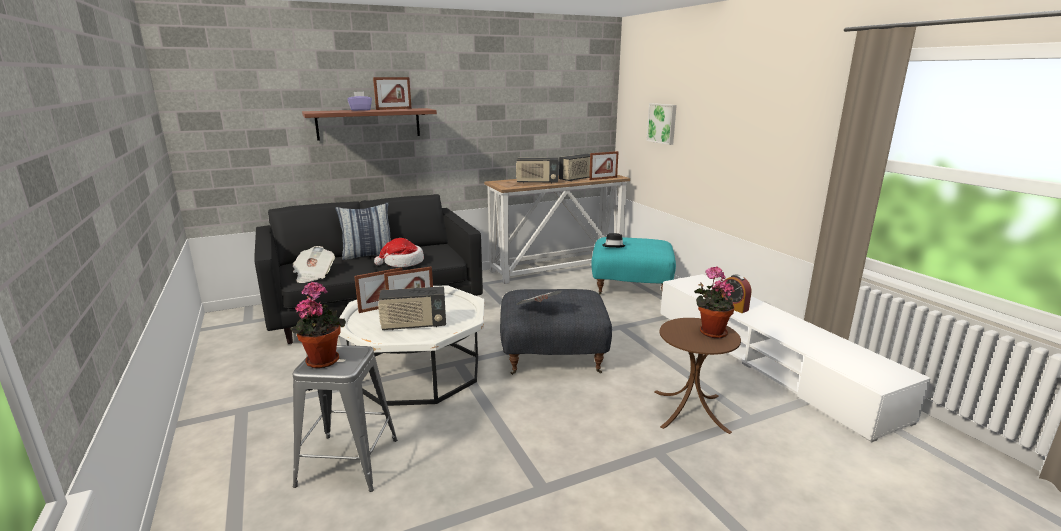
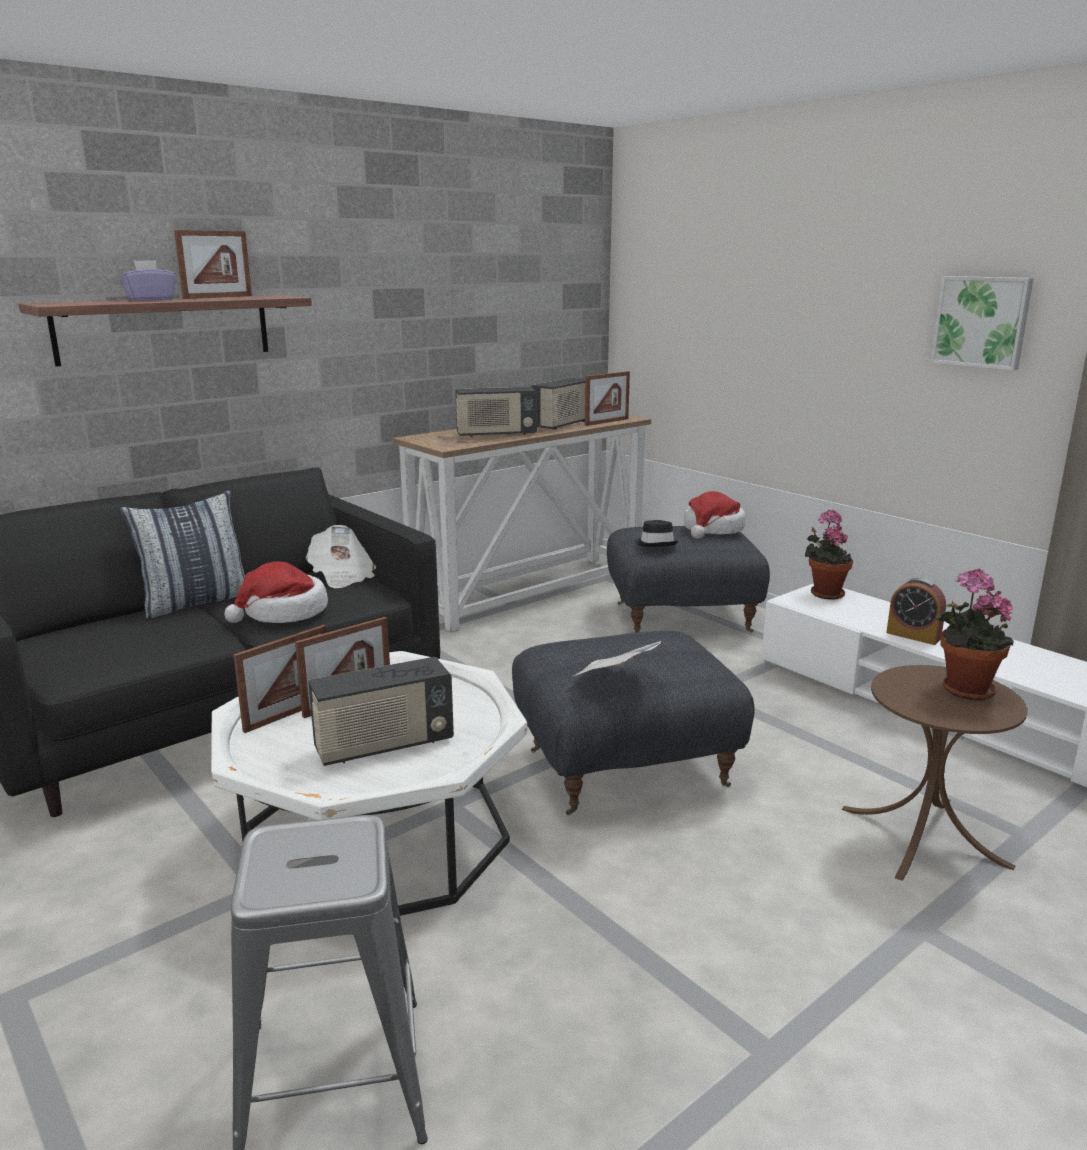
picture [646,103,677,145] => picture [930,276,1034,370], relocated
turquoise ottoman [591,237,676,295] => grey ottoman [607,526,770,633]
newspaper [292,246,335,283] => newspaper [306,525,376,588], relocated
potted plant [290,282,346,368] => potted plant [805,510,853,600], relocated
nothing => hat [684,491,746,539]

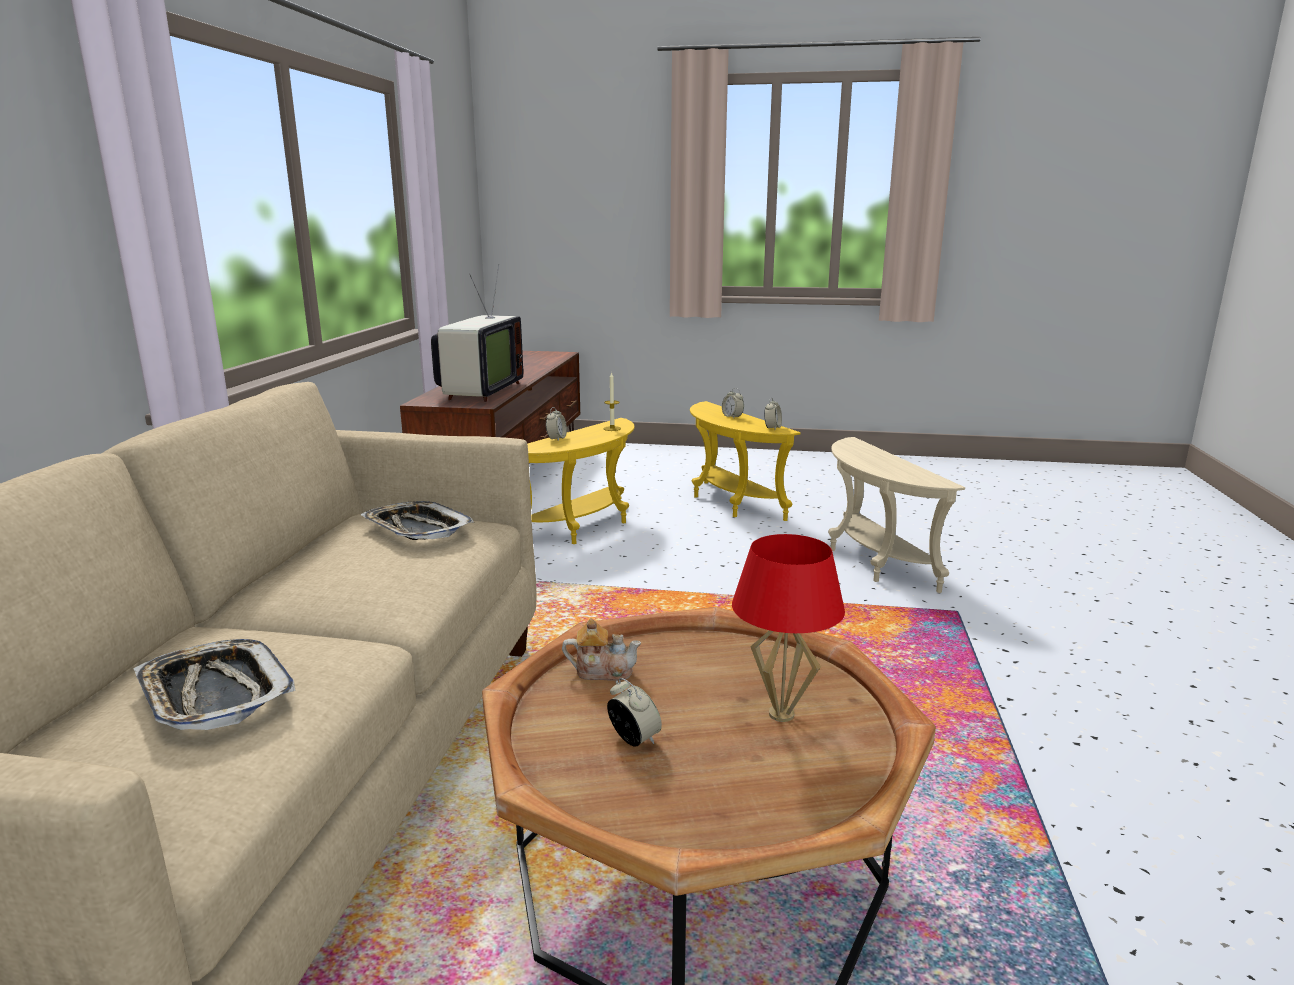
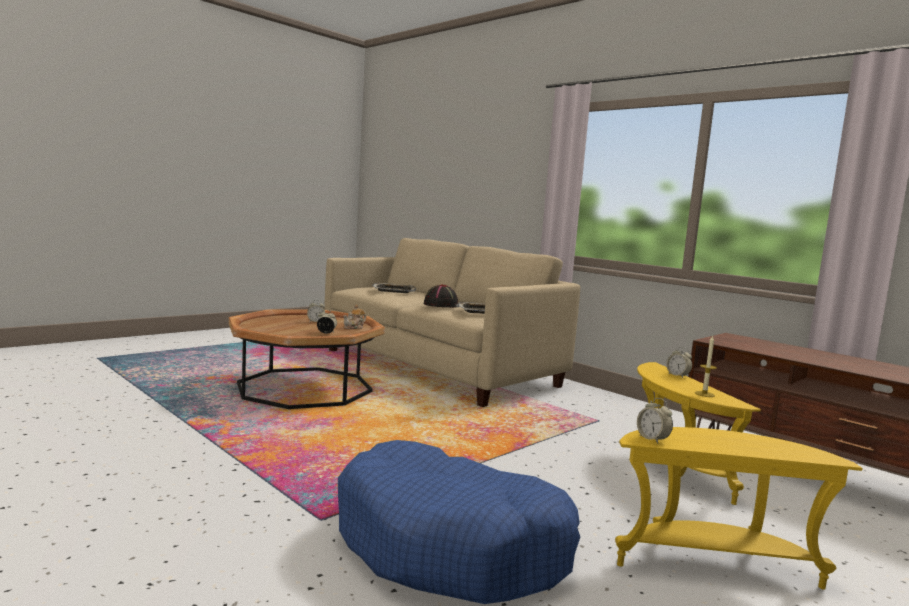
television [431,264,523,402] => nothing
alarm clock [722,388,744,418] => alarm clock [317,310,337,334], relocated
beige side table [828,437,965,593] => blue dog bed [338,440,580,604]
red table lamp [732,534,845,722] => nothing
nothing => black hat [424,285,458,308]

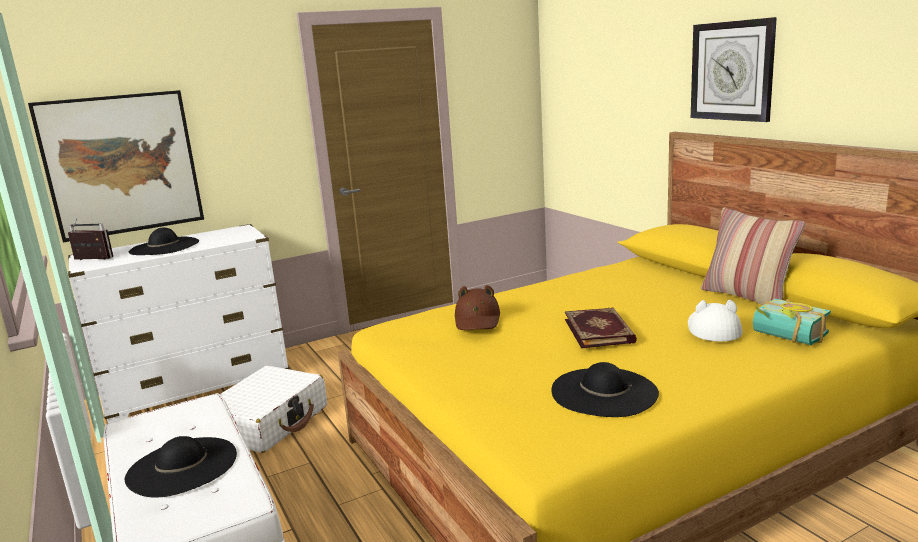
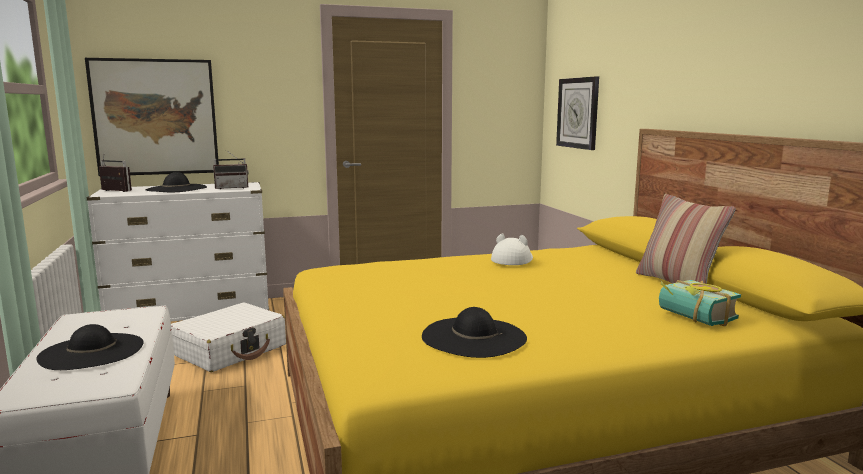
wall clock [691,17,777,122] => wall clock [556,76,599,150], relocated
brown hat [455,285,500,330] => nothing
white hat [688,300,742,342] => white hat [491,233,533,265], relocated
book [565,307,637,349] => nothing
nothing => radio [213,150,249,189]

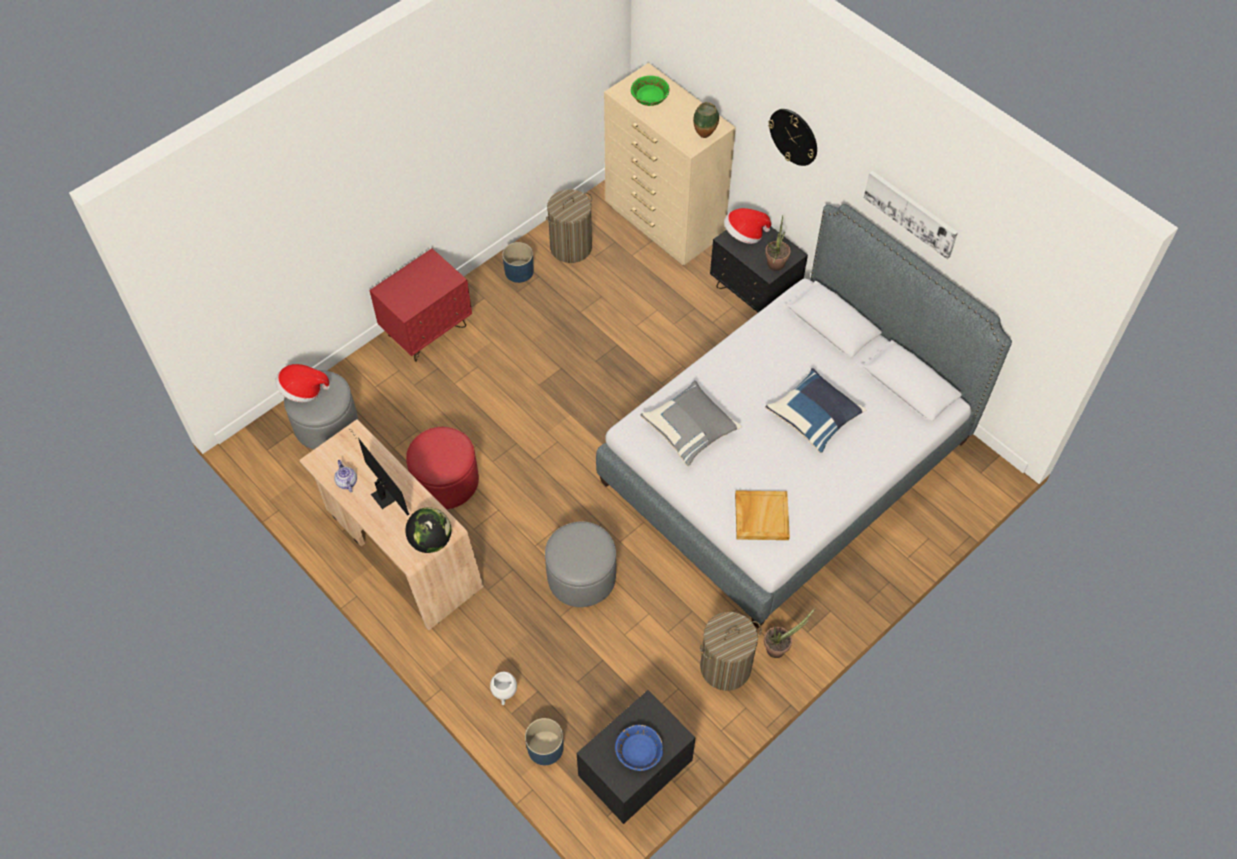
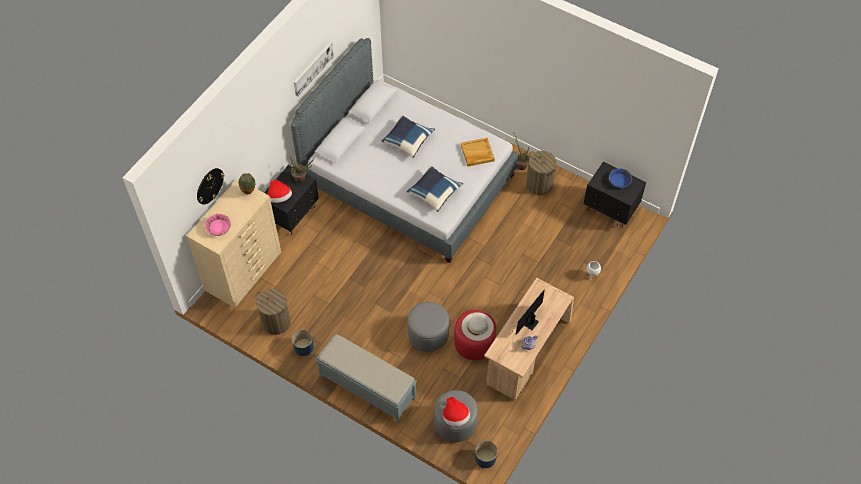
green bowl [631,76,670,106] => pink bowl [205,214,231,236]
wall clock [768,109,817,166] => wall clock [197,168,224,205], relocated
red nightstand [369,248,472,362] => grey bench [316,334,417,423]
grey pillow [641,381,742,466] => blue pillow [407,165,463,212]
globe [405,507,451,553] => nothing
grey ottoman [545,521,616,607] => grey ottoman [408,302,449,352], relocated
blue planter [525,718,563,765] => blue planter [475,441,498,468], relocated
nothing => white hat [462,312,494,341]

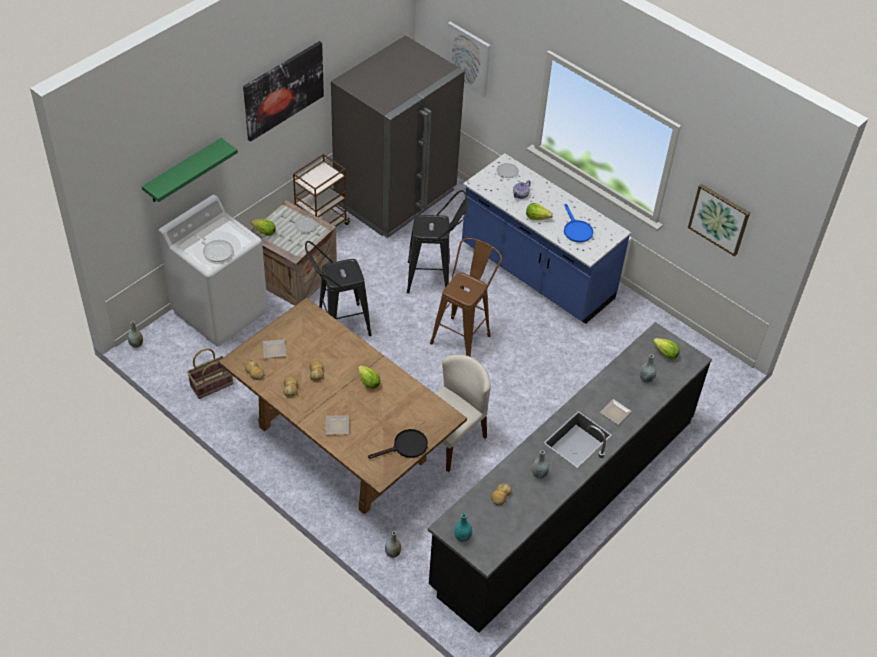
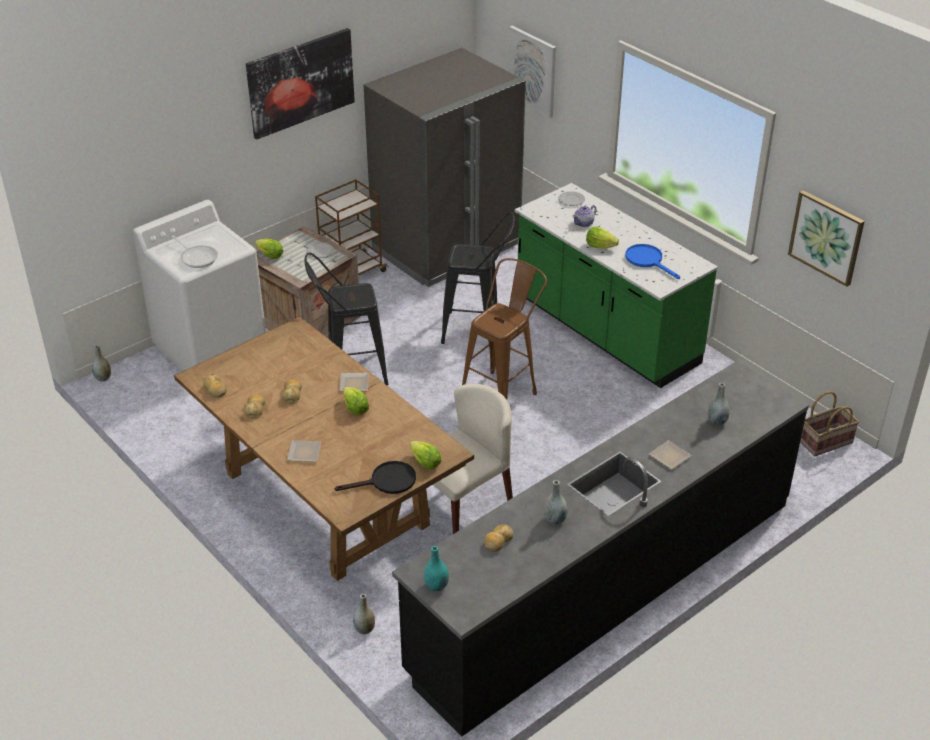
green shelf [142,138,238,202] => nothing
blue counter [462,153,631,324] => green counter [515,183,718,388]
blue frying pan [564,203,593,243] => blue frying pan [625,244,680,279], 150 degrees clockwise
lettuce [653,338,680,359] => lettuce [409,441,441,470], relocated
plate [263,339,286,358] => plate [339,373,369,392], relocated
basket [187,348,233,399] => basket [800,391,859,457], relocated

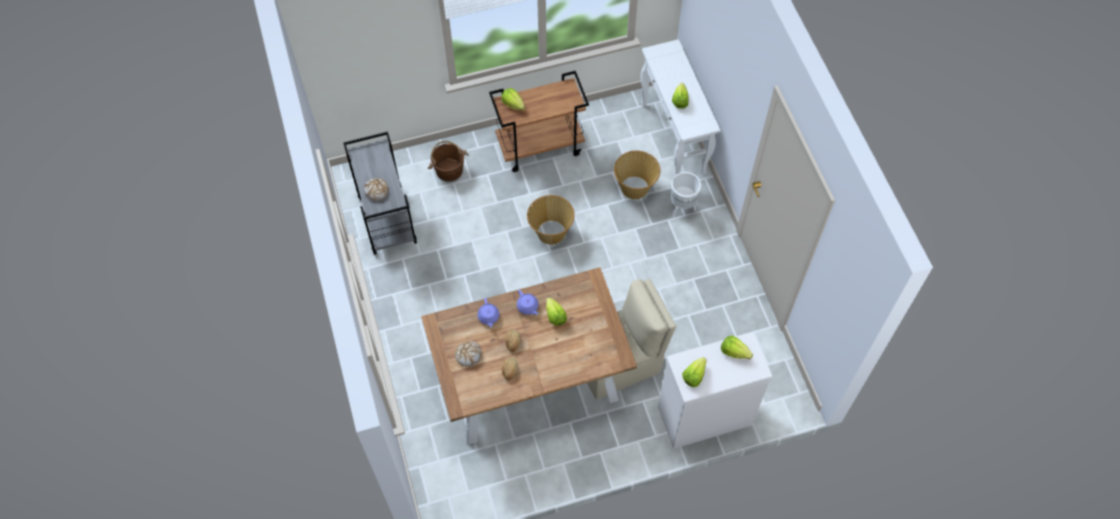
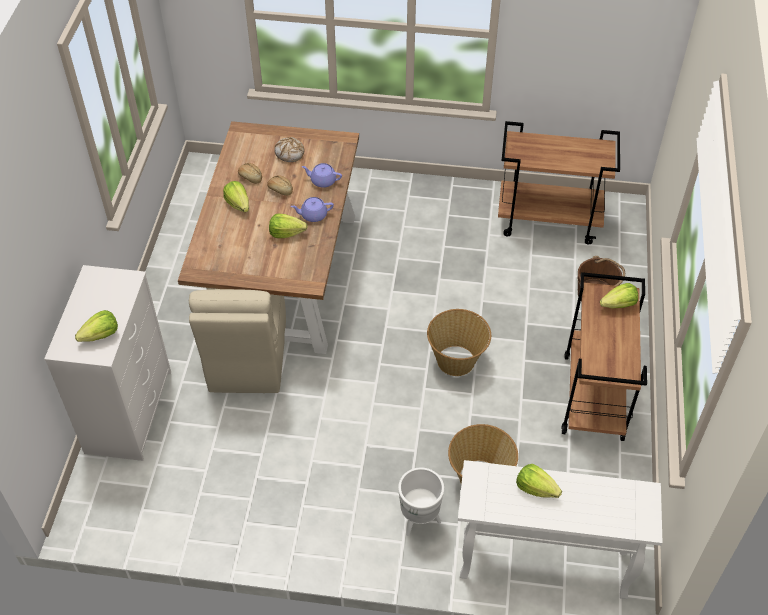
grey cart [343,132,417,255] => brown cart [498,121,620,244]
bread [364,178,388,201] => nothing
lettuce [682,357,707,387] => lettuce [223,181,249,212], relocated

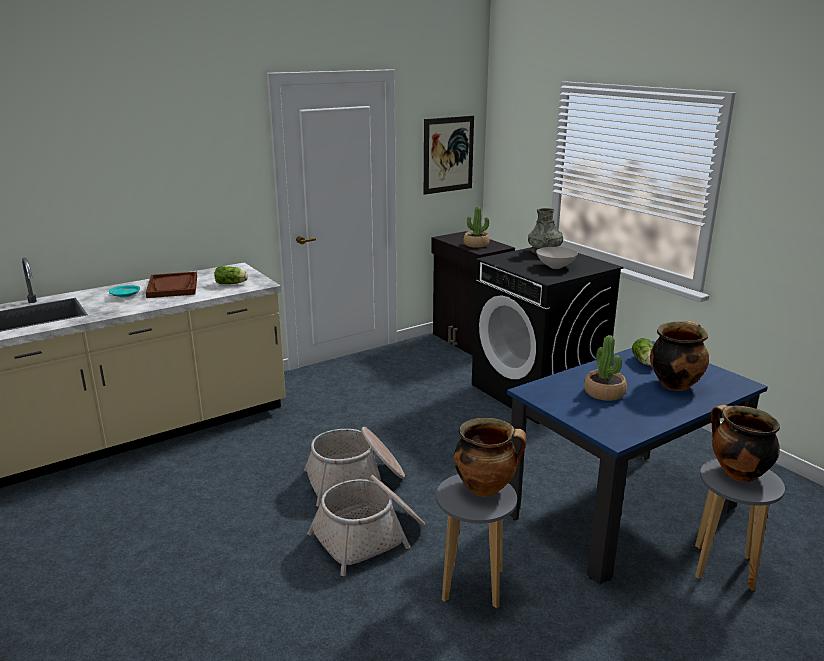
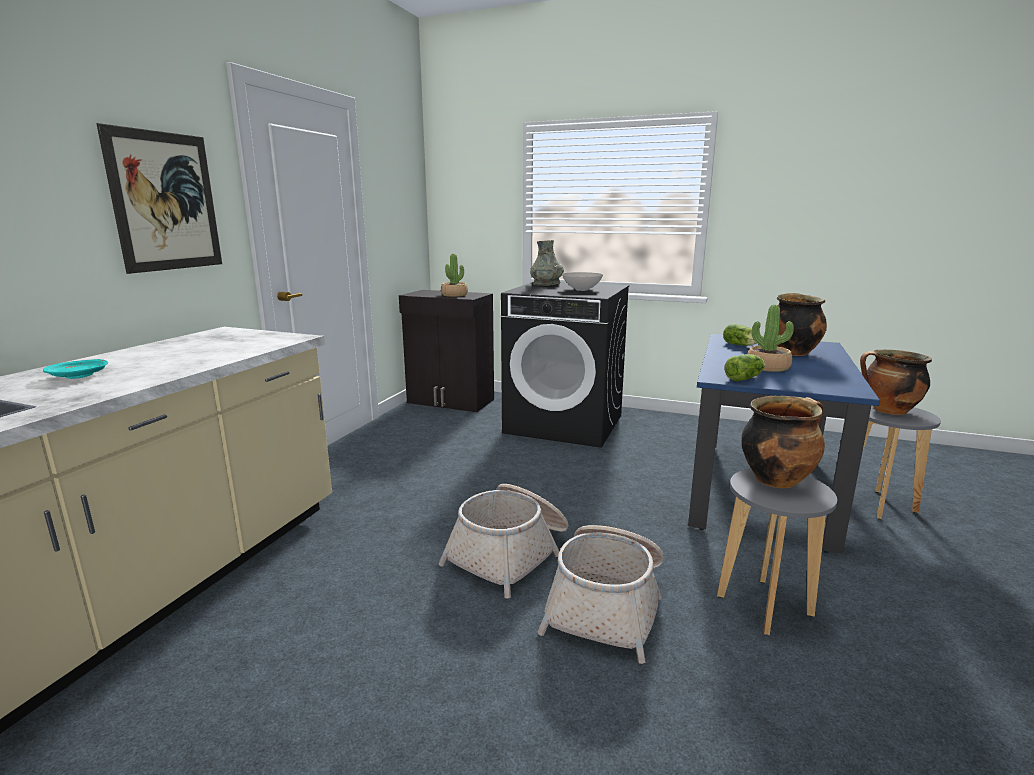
picture [424,116,474,195] => picture [96,123,222,274], relocated
lettuce [214,266,248,284] => lettuce [724,354,765,381], relocated
brown tray [146,272,197,298] => nothing

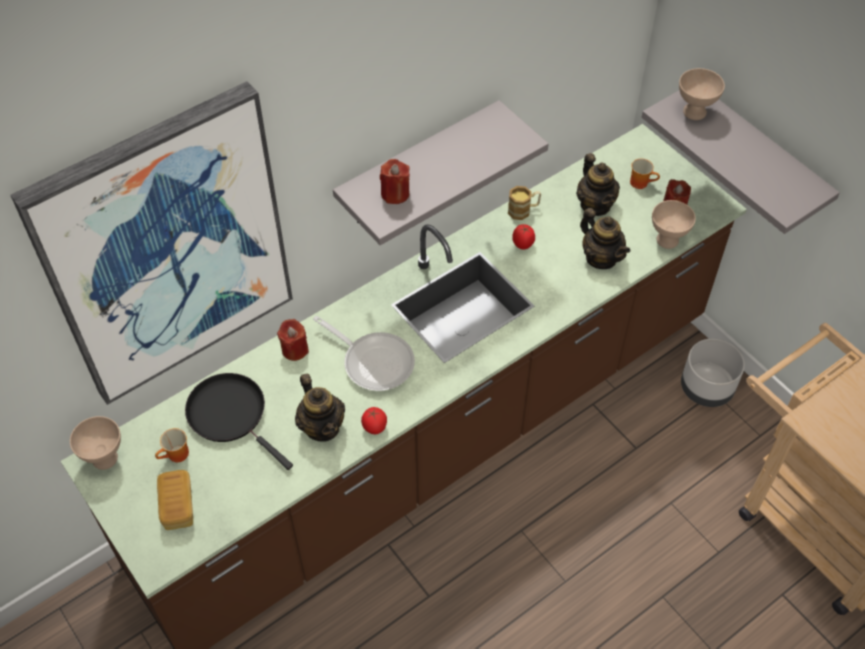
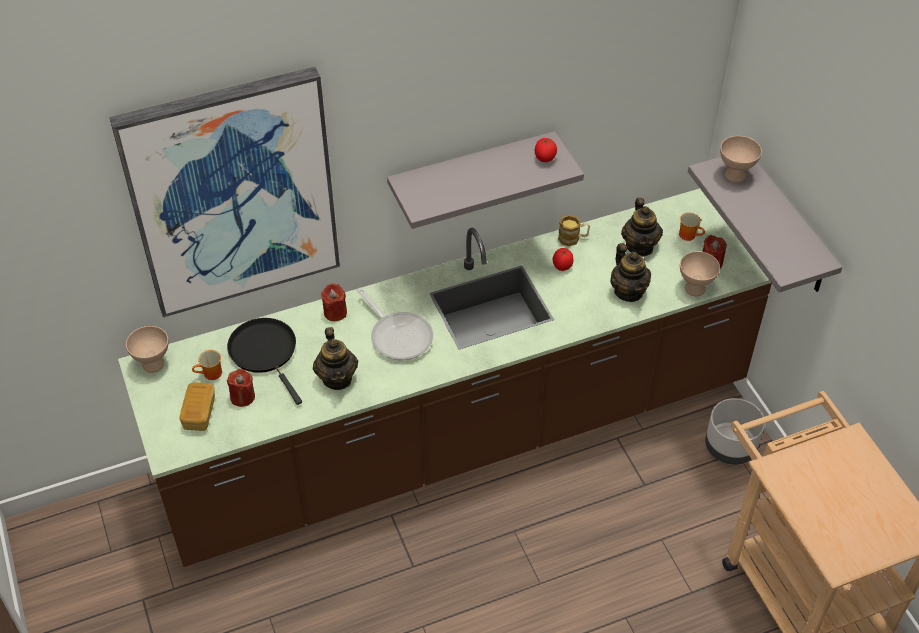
red candle [380,159,410,204] => red candle [227,369,255,407], relocated
tomato [361,407,387,434] => tomato [535,138,557,162], relocated

